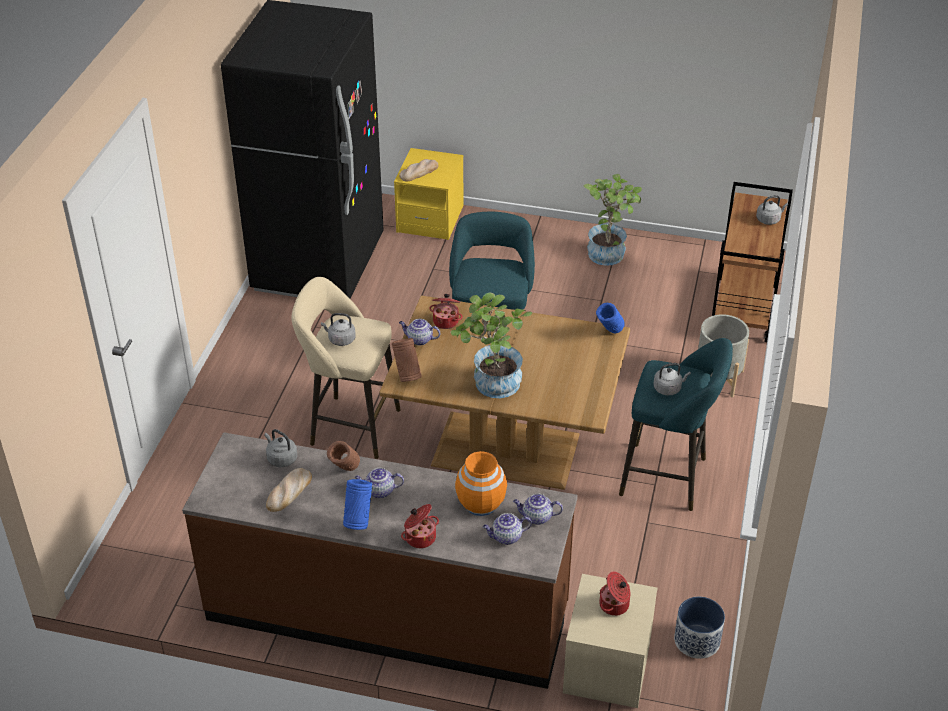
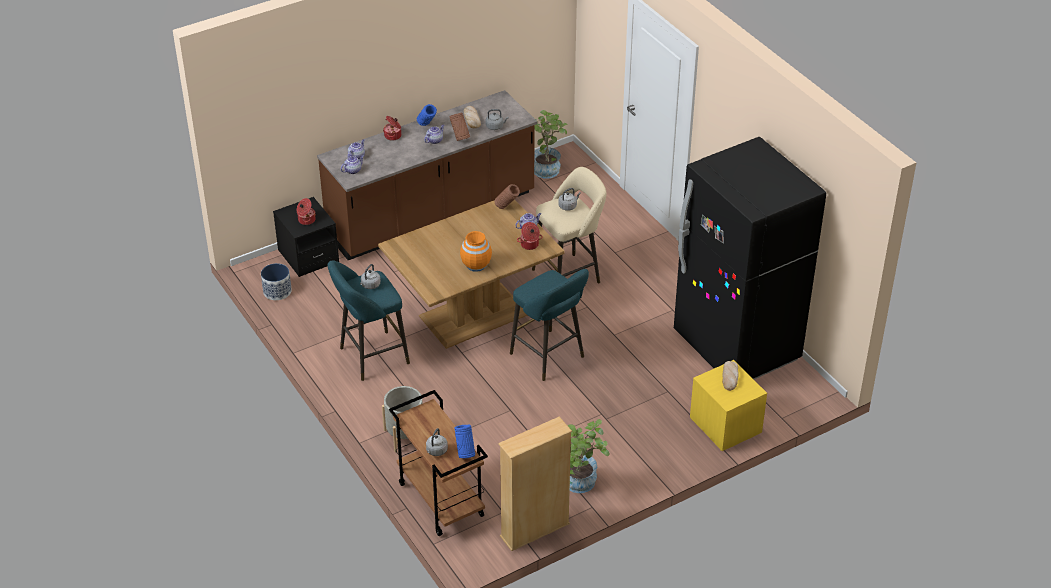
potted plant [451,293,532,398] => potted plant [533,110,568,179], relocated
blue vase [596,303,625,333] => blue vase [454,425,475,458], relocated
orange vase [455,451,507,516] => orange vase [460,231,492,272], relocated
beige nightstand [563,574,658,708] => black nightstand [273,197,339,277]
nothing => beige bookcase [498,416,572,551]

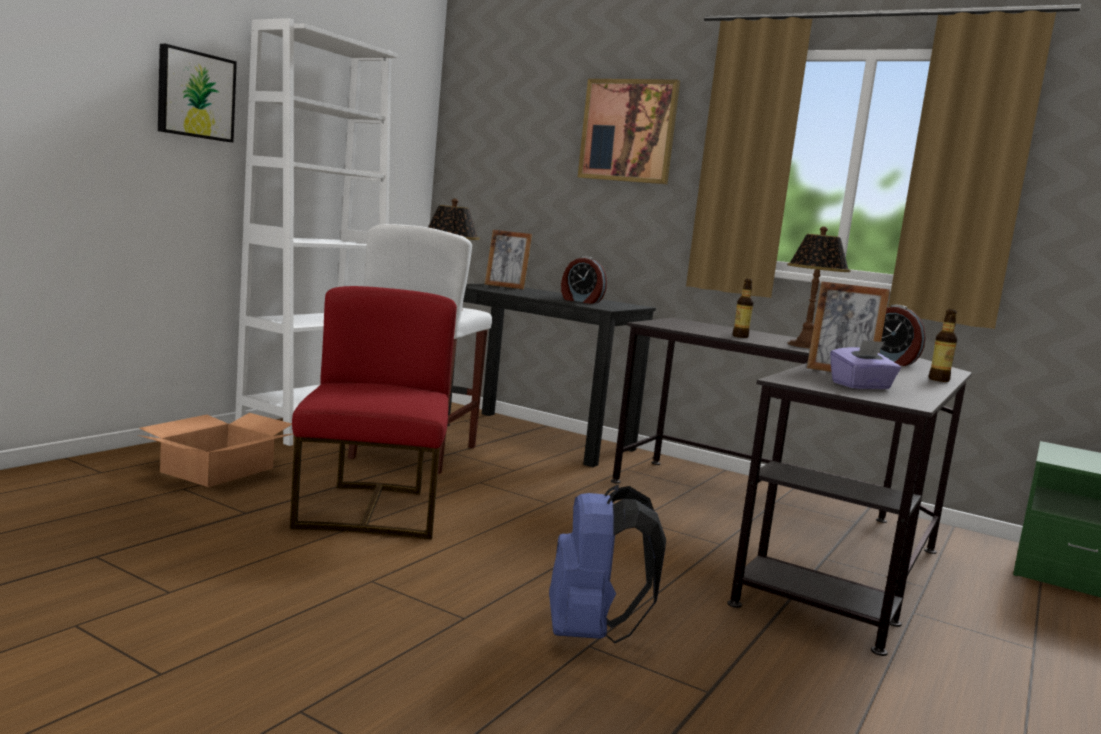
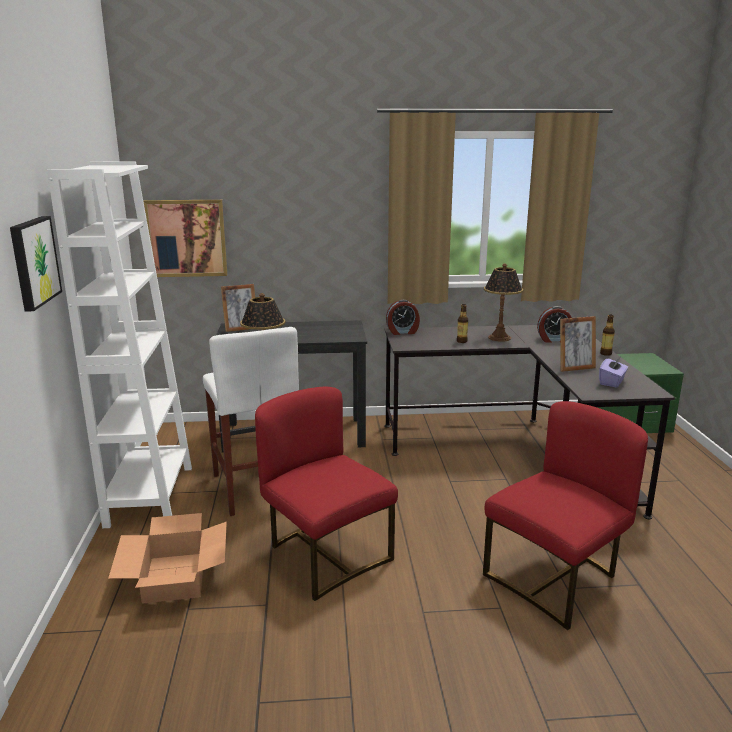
picture [578,79,680,184] => picture [143,200,227,277], relocated
alarm clock [561,256,607,304] => alarm clock [386,300,420,335], relocated
blue backpack [549,485,666,643] => red chair [483,401,648,630]

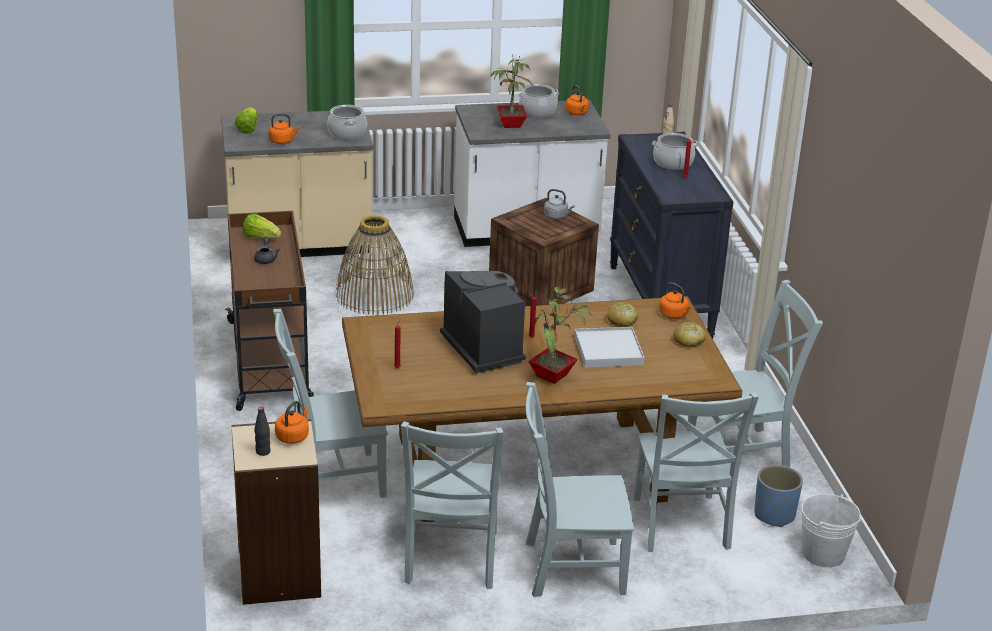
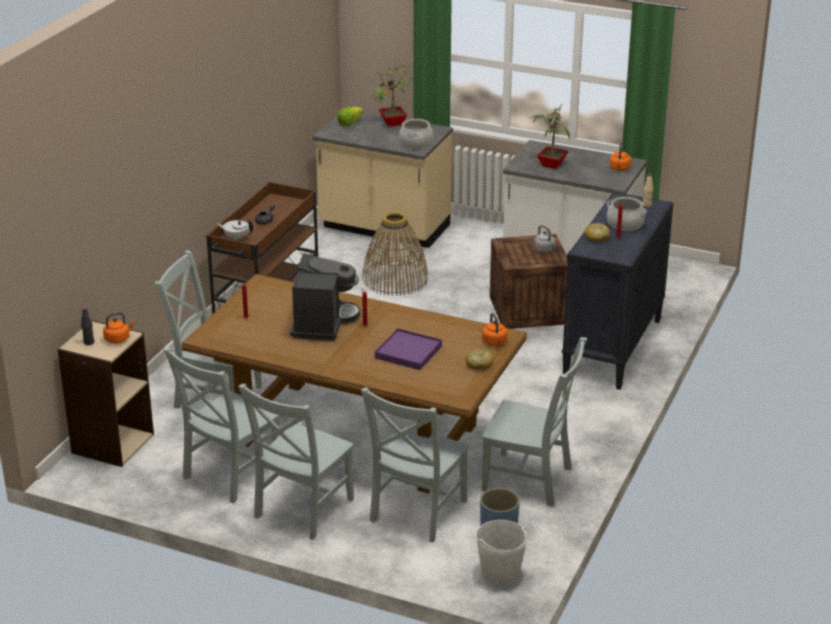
cooking pot [518,84,559,118] => nothing
orange kettle [269,114,301,144] => nothing
lettuce [243,214,281,239] => nothing
potted plant [528,287,592,384] => potted plant [375,65,415,127], relocated
bread [607,302,638,327] => bread [584,223,610,242], relocated
white tray [574,327,644,368] => purple tray [375,328,442,370]
grey chair [525,382,634,597] => grey chair [238,383,354,540], 90 degrees counterclockwise
nothing => white teapot [217,219,253,240]

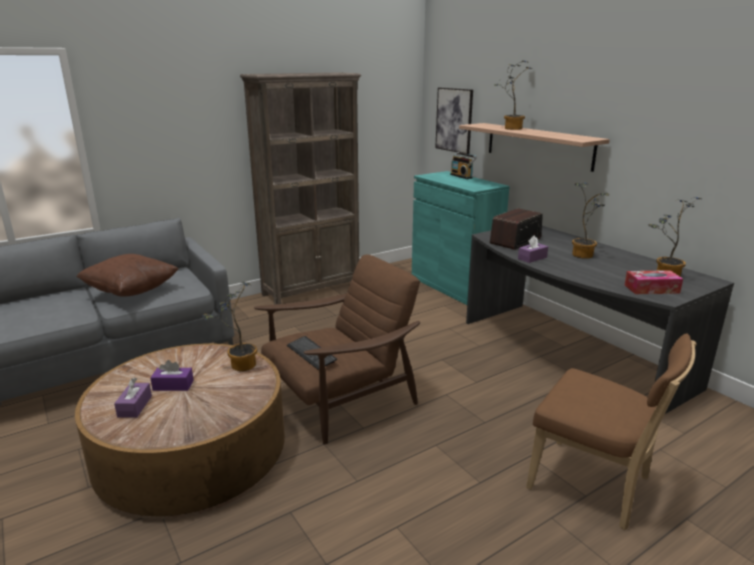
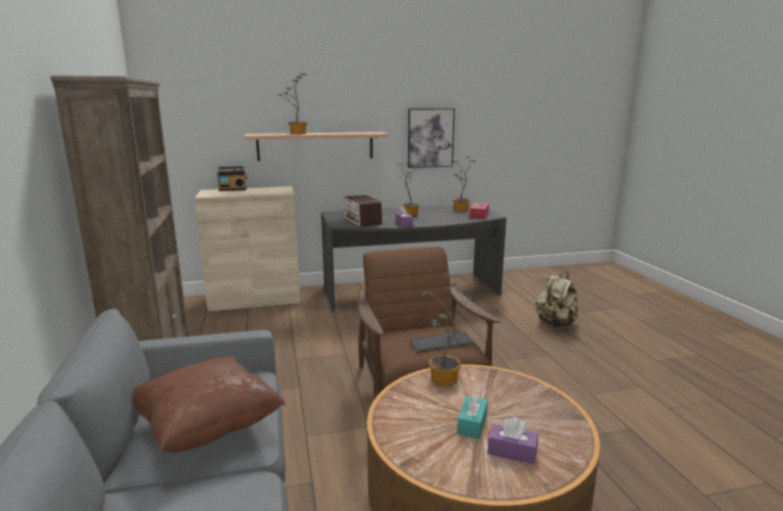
picture [435,88,473,154] => picture [408,108,455,168], relocated
turquoise cabinet [412,171,510,305] => beige cabinet [195,186,300,311]
brown chair [526,333,697,530] => beige backpack [536,272,578,328]
purple tissue box [150,360,194,391] => turquoise tissue box [457,392,488,439]

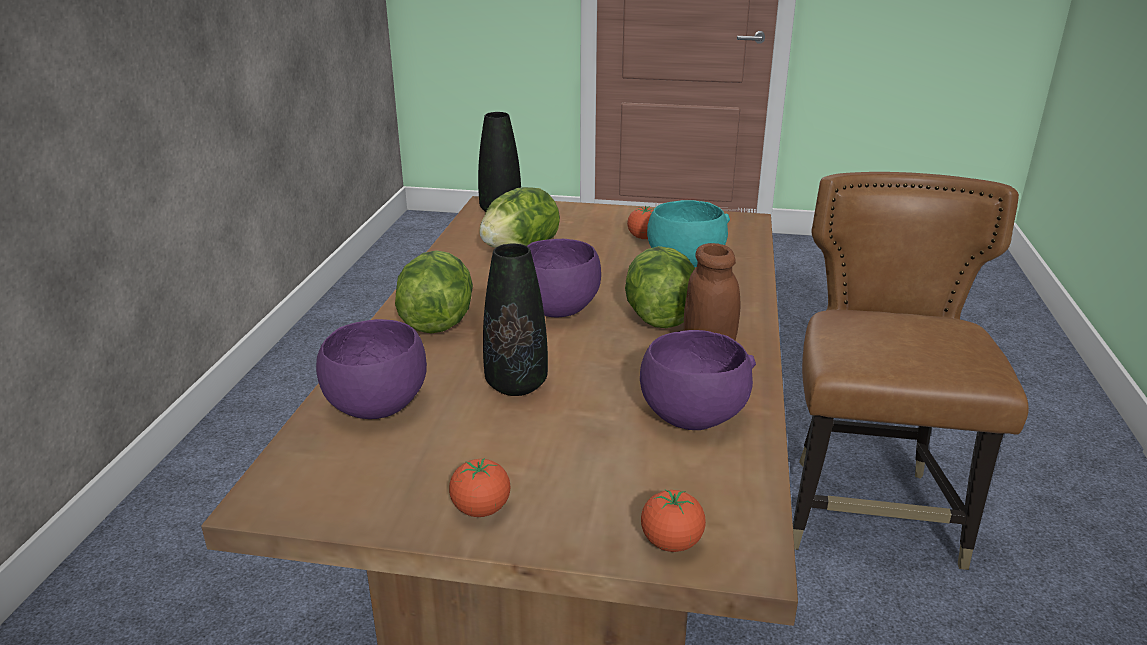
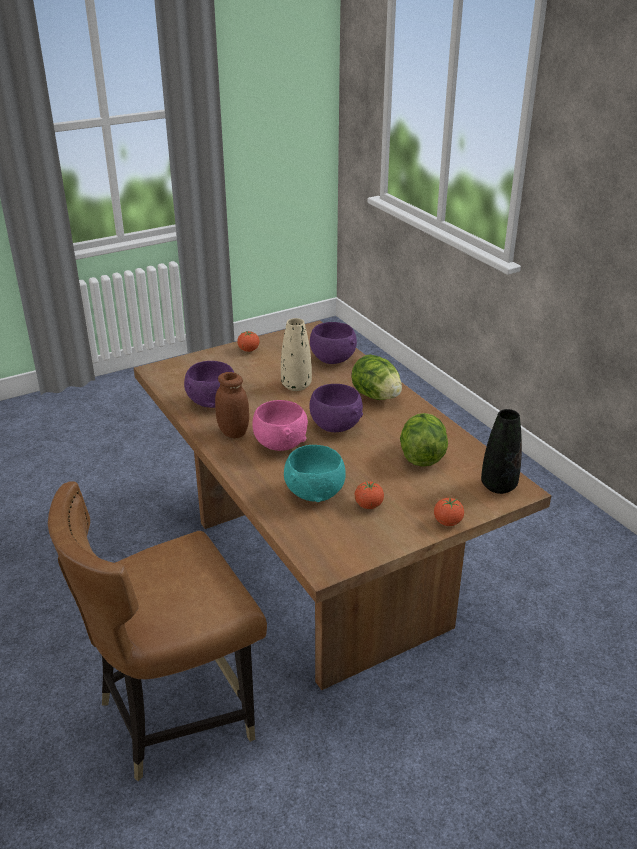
brown chair [793,172,1029,570] => brown chair [48,481,267,781], 90 degrees clockwise
black vase [483,243,548,396] => beige vase [281,318,312,391]
lettuce [625,246,695,328] => pink bowl [252,400,308,451]
tomato [641,489,706,552] => tomato [434,498,464,526], relocated

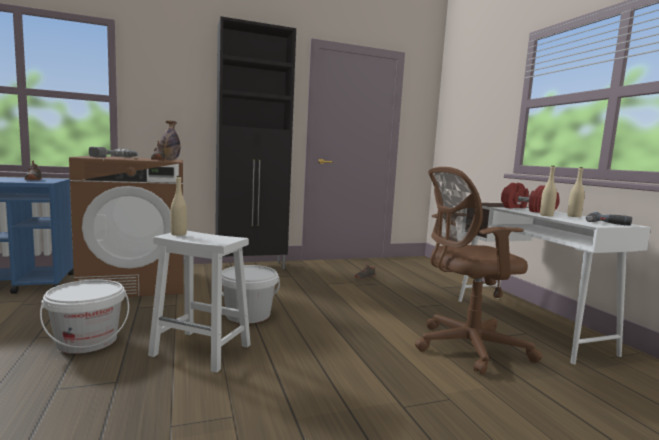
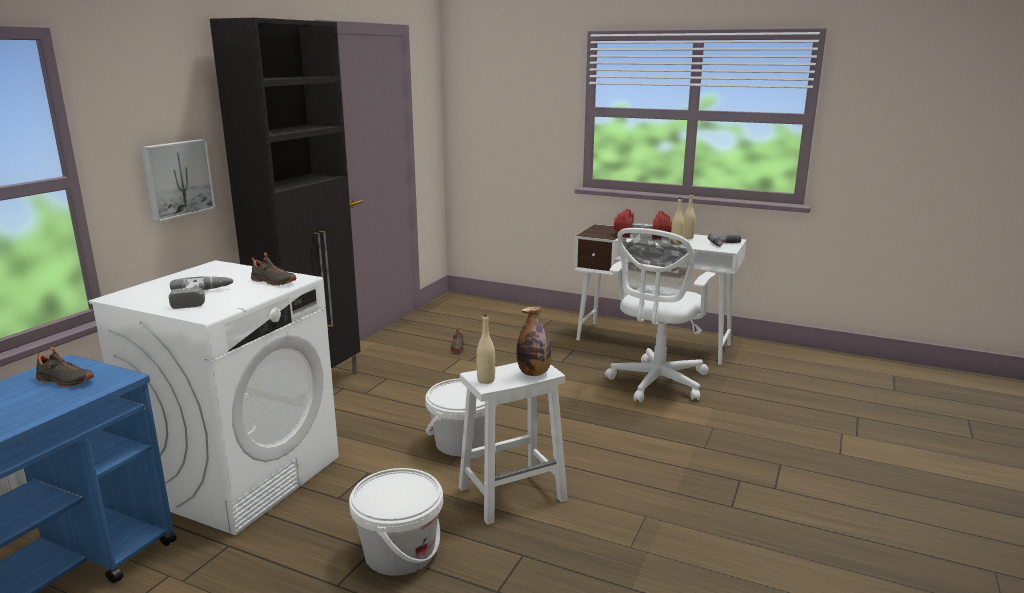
bottle [160,121,180,160] => bottle [517,306,552,376], relocated
brown washing machine [69,156,183,297] => white washing machine [88,260,339,535]
brown office chair [415,167,542,375] => white office chair [605,228,716,402]
nothing => picture [140,139,216,222]

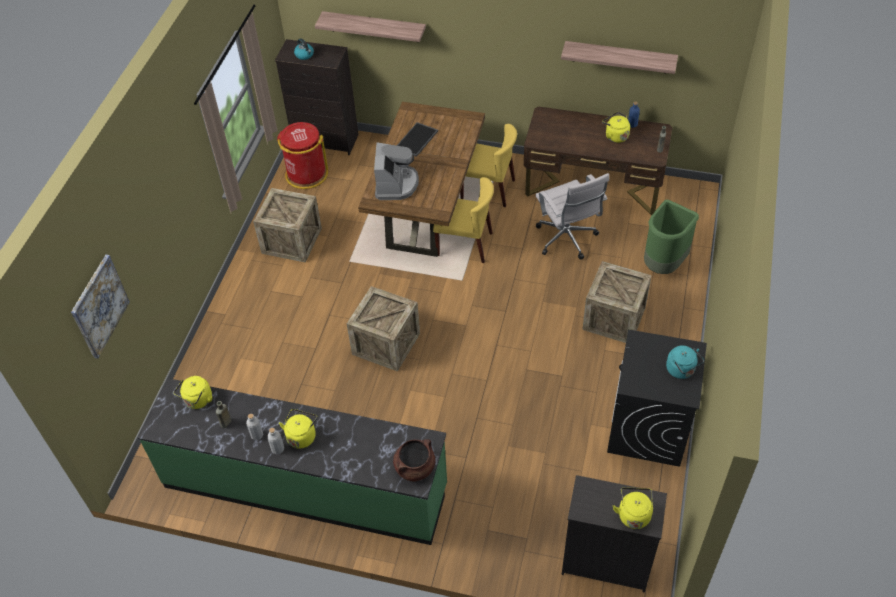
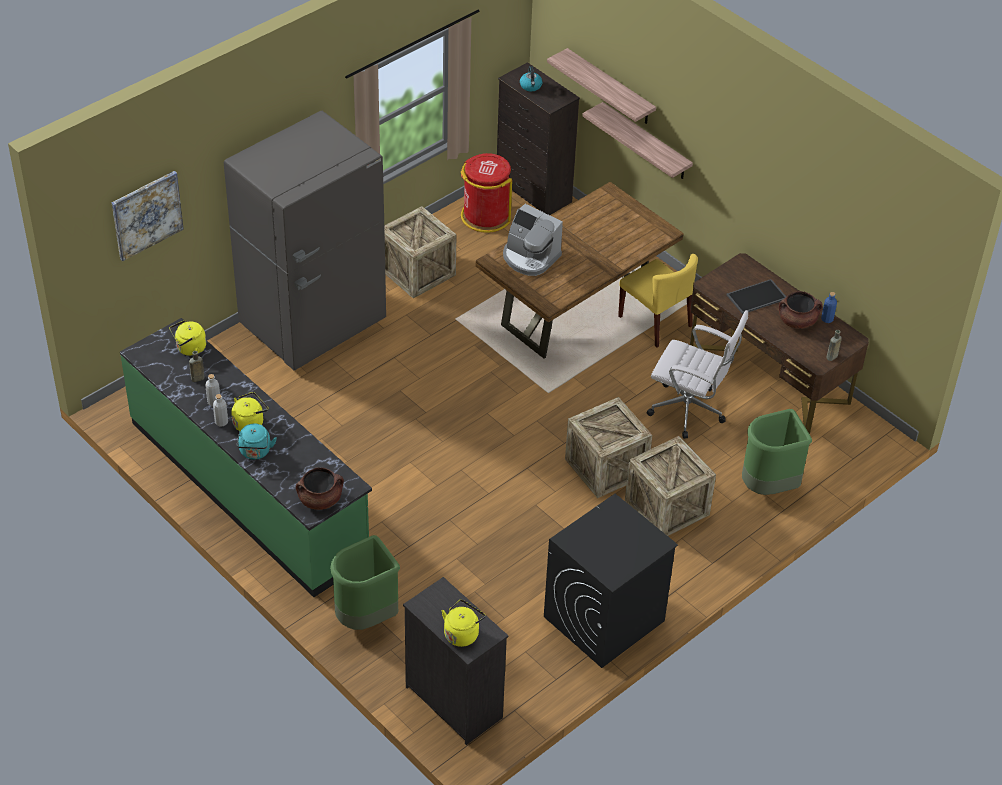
shelf [561,41,678,74] => shelf [582,102,693,179], relocated
yellow kettle [602,112,630,143] => brown cooking pot [779,291,823,329]
tray [397,122,438,157] => tray [727,279,786,314], relocated
coffee machine [374,143,419,200] => coffee machine [503,204,563,276], 90 degrees clockwise
white office chair [535,173,609,260] => white office chair [647,310,748,439], 75 degrees counterclockwise
yellow chair [433,177,494,263] => nothing
crate [347,286,420,372] => crate [565,397,652,498], relocated
turquoise kettle [666,345,704,379] => turquoise kettle [237,424,277,460], relocated
nothing => grey fridge [224,111,386,371]
nothing => green trash can [330,535,400,630]

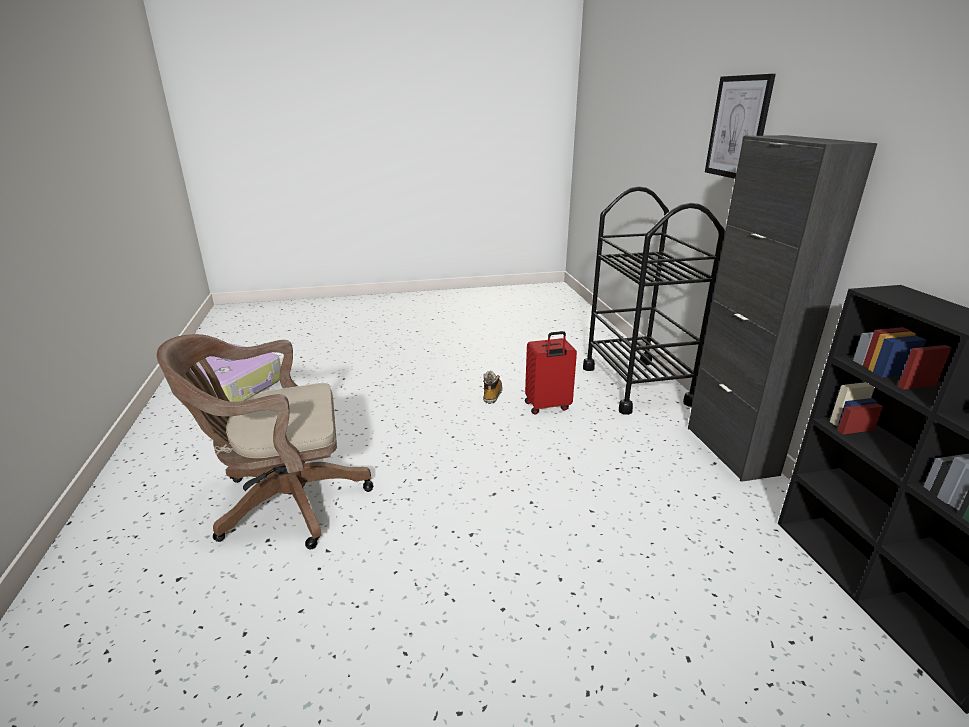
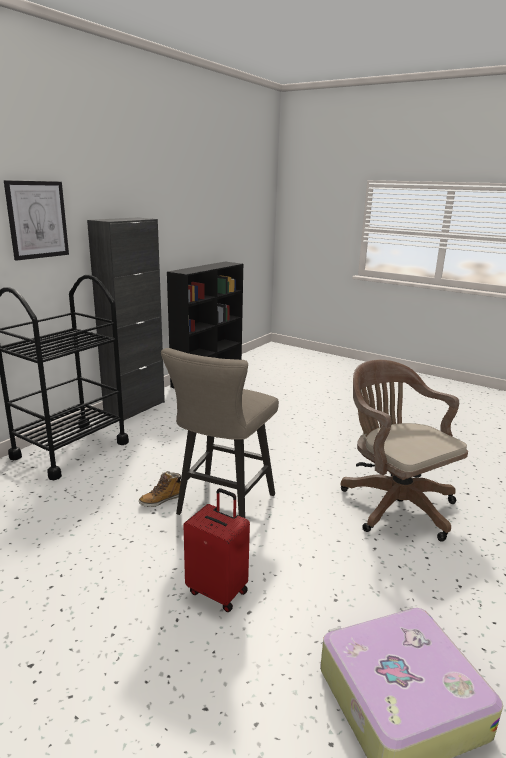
red suitcase [525,331,577,415] => red suitcase [183,488,250,612], relocated
brown office chair [157,334,373,549] => brown office chair [340,360,468,542], 150 degrees counterclockwise
nothing => beige stool [161,348,279,518]

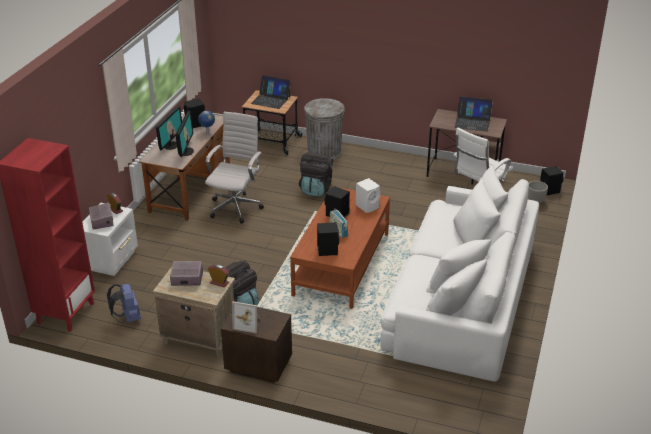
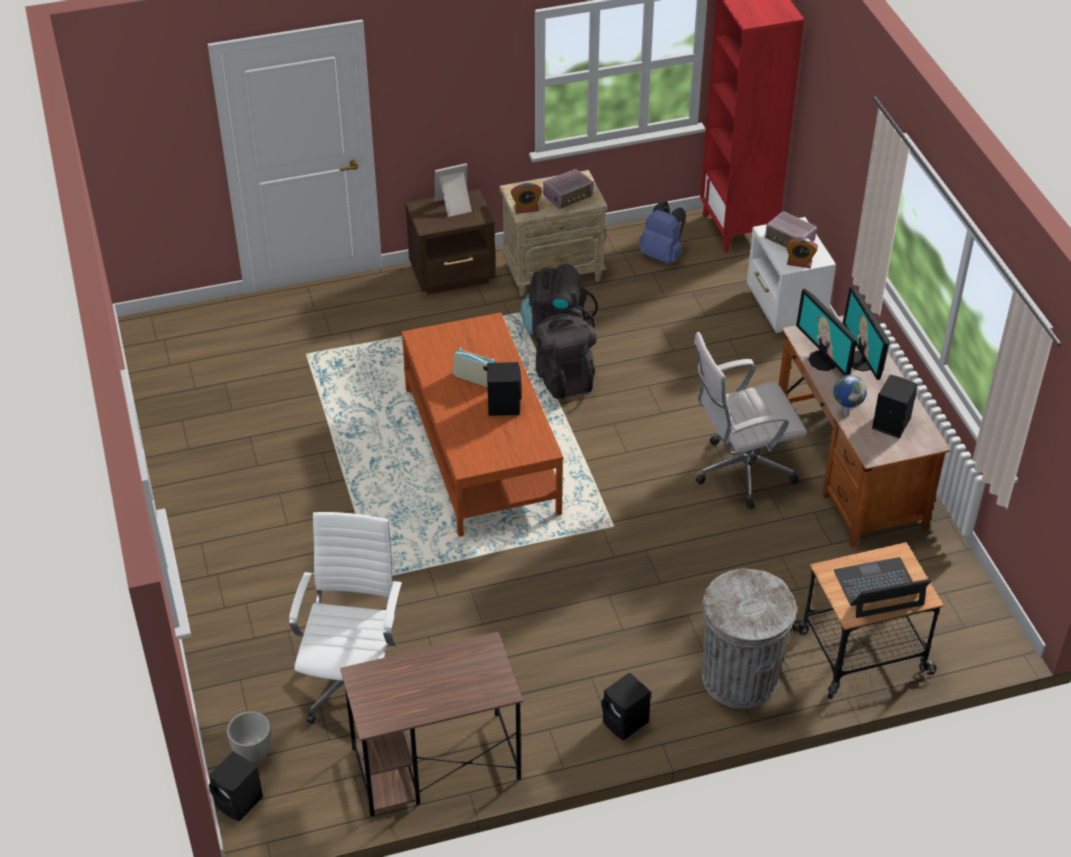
laptop [454,96,493,132] => nothing
white office chair [205,112,264,224] => white office chair [694,332,807,509], 90 degrees clockwise
black backpack [299,152,333,196] => black backpack [534,314,597,399], relocated
white sofa [380,165,539,381] => nothing
white speaker [356,178,381,213] => nothing
black speaker [317,222,339,256] => black speaker [601,672,651,740], relocated

